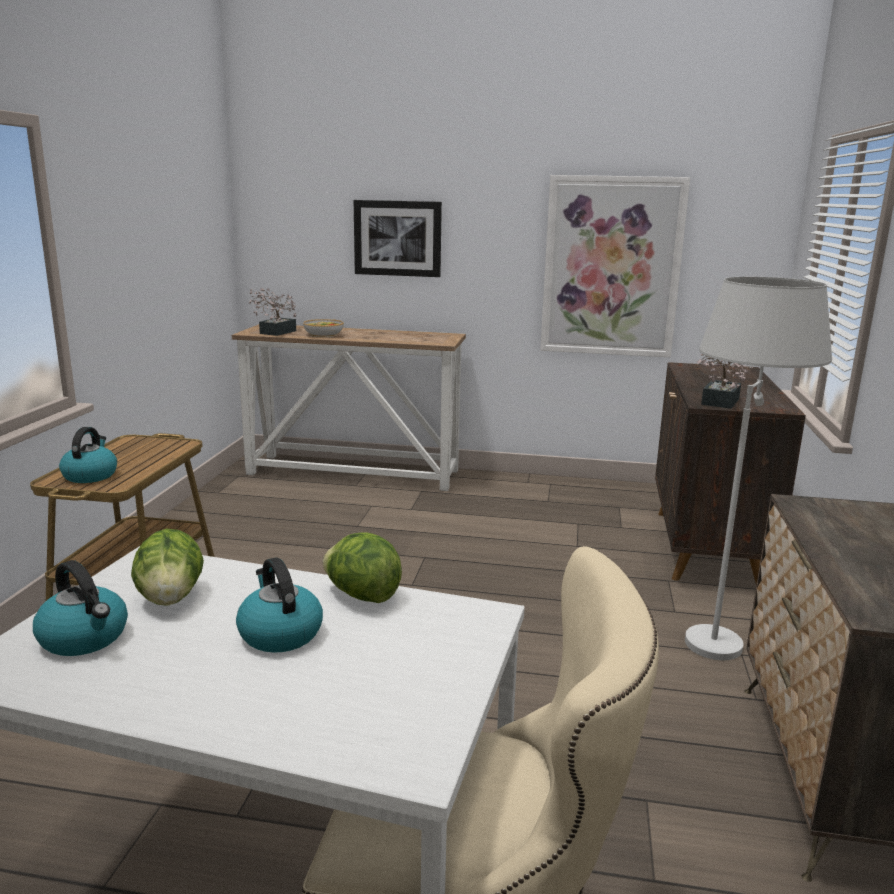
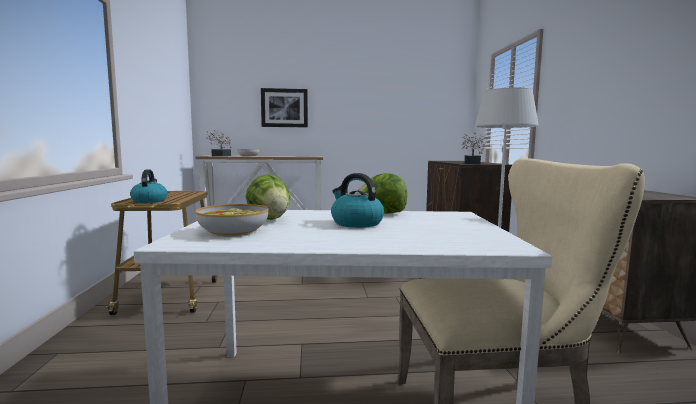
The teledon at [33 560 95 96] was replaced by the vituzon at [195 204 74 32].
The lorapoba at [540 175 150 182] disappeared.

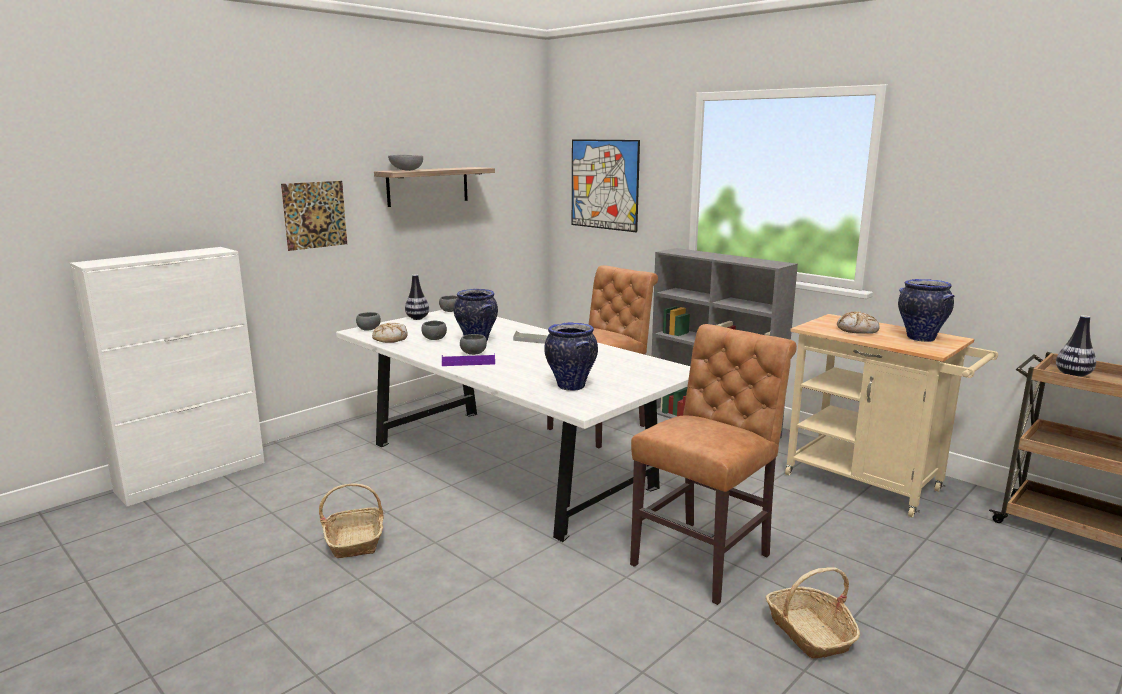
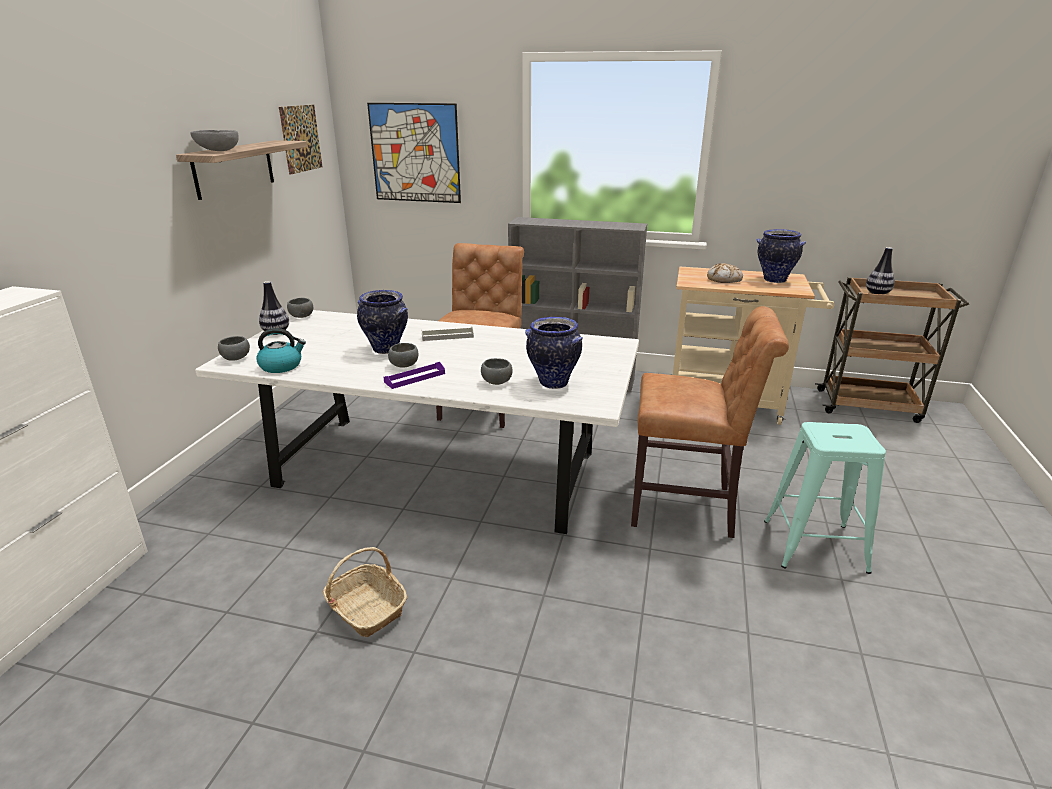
The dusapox at [372 323 35 20] was replaced by the teledon at [256 328 50 45].
The lorapoba moved from [281 181 66 70] to [279 105 44 70].
The grey_vituzon moved from [421 321 26 19] to [481 358 31 27].
The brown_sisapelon at [630 324 167 281] turned 90 degrees clockwise.
The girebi at [766 567 94 92] was replaced by the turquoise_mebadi at [764 422 122 152].

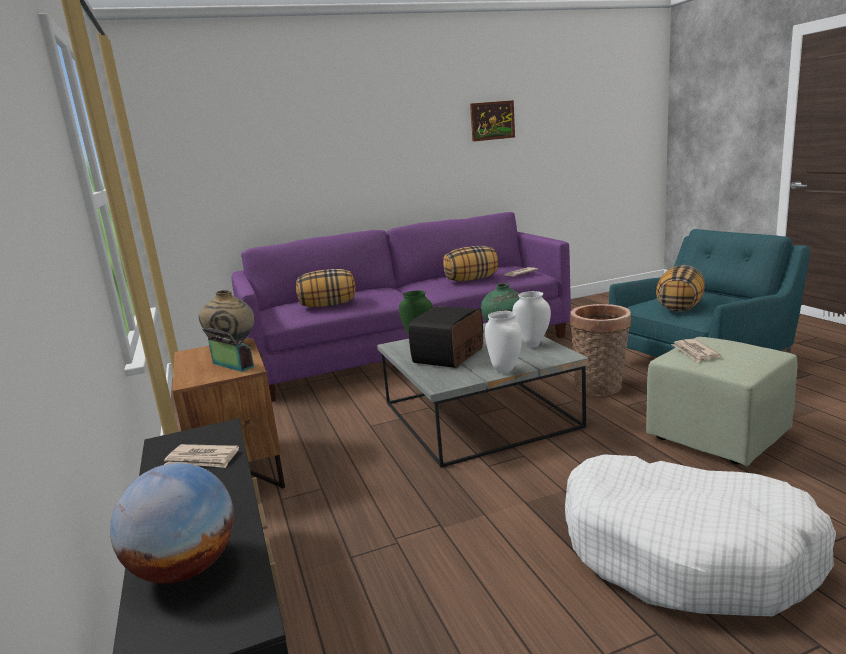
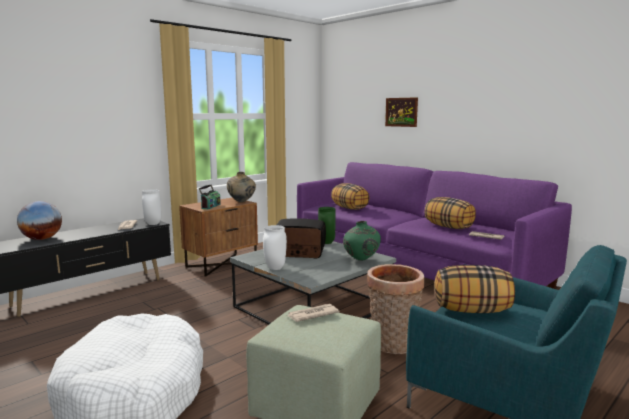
The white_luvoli moved from [513 291 38 57] to [142 189 19 36].
The lorapoba moved from [470 100 45 42] to [385 97 33 30].

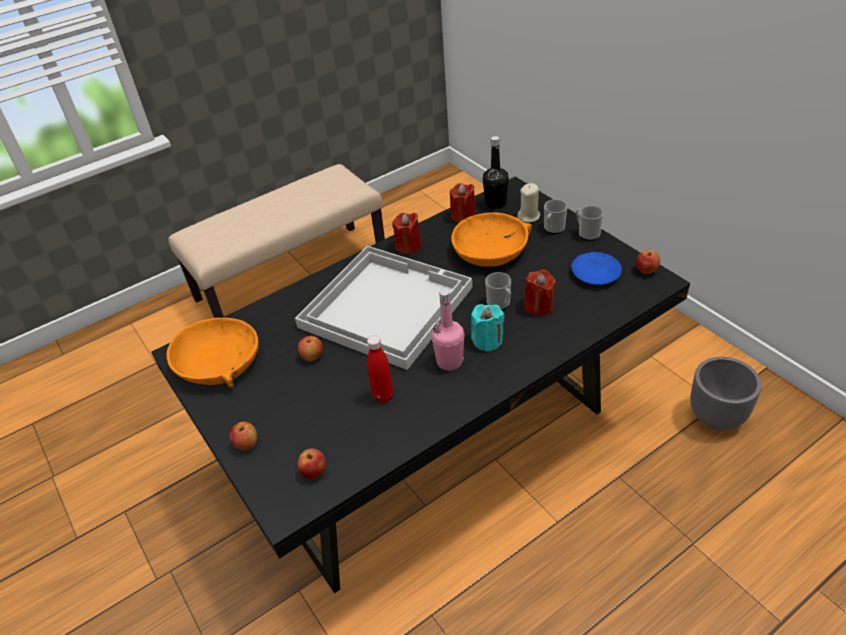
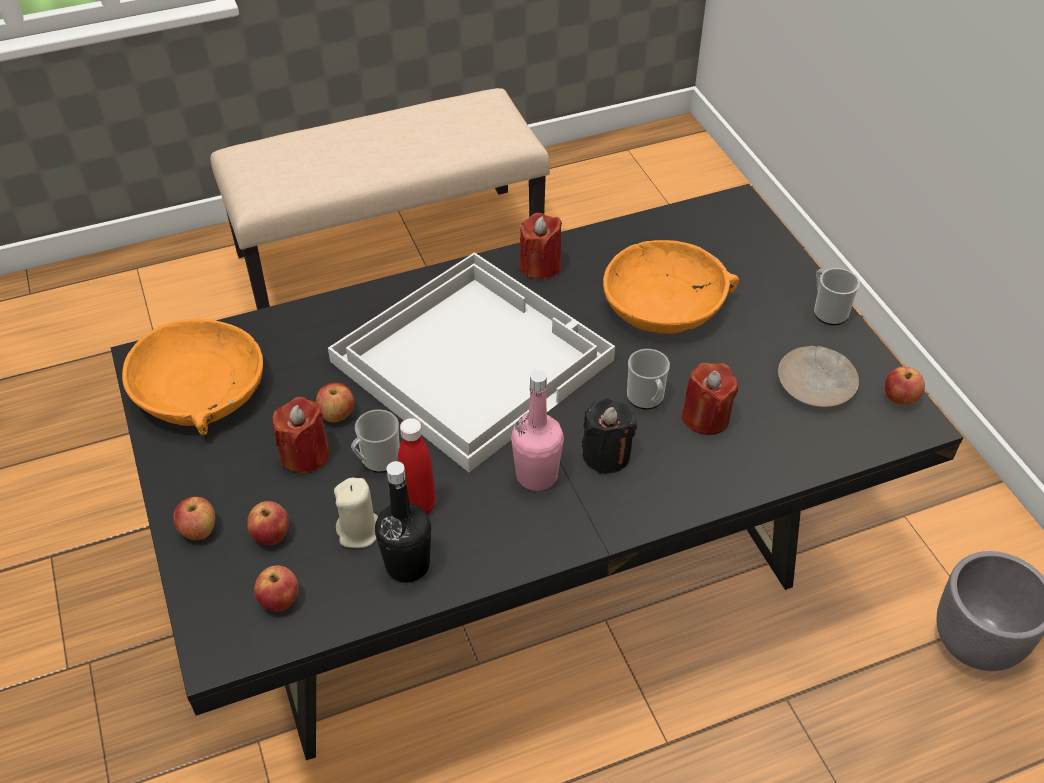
The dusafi at [247 501 42 44] appeared.
The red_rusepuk moved from [450 183 26 40] to [272 397 58 76].
The beige_rusepuk moved from [517 183 23 40] to [334 477 44 71].
The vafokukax moved from [544 199 24 35] to [351 409 49 64].
The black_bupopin moved from [483 136 26 73] to [375 461 56 122].
The turquoise_rusepuk at [471 304 34 48] became the black_rusepuk at [582 398 55 76].
The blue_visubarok at [572 252 50 33] became the beige_visubarok at [778 346 81 61].

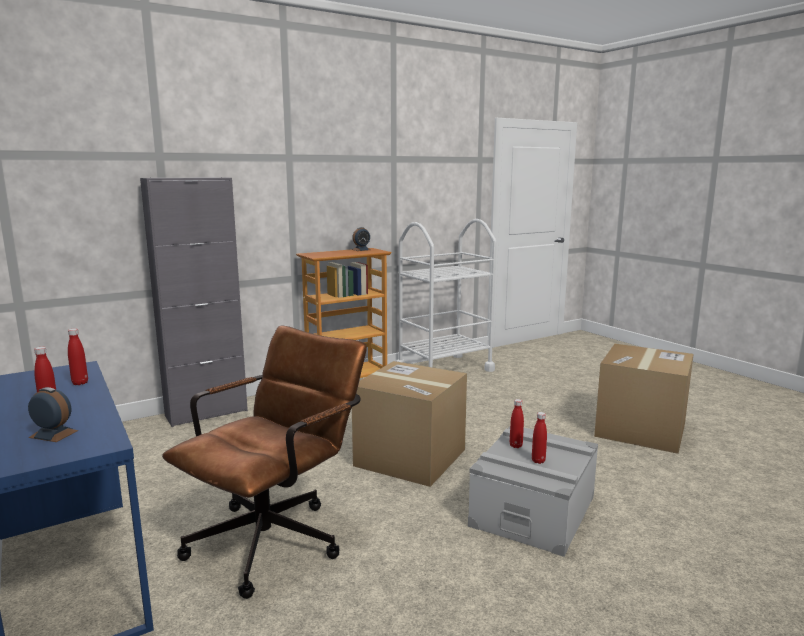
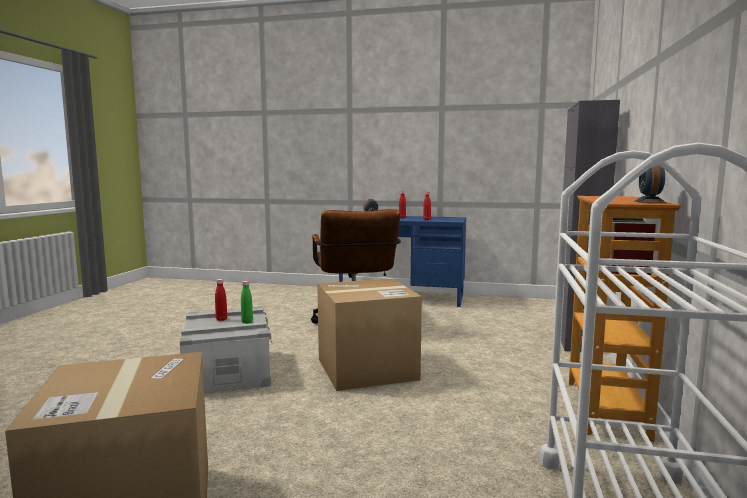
The red_bupopin at [510 399 14 49] became the green_bupopin at [241 281 12 43].

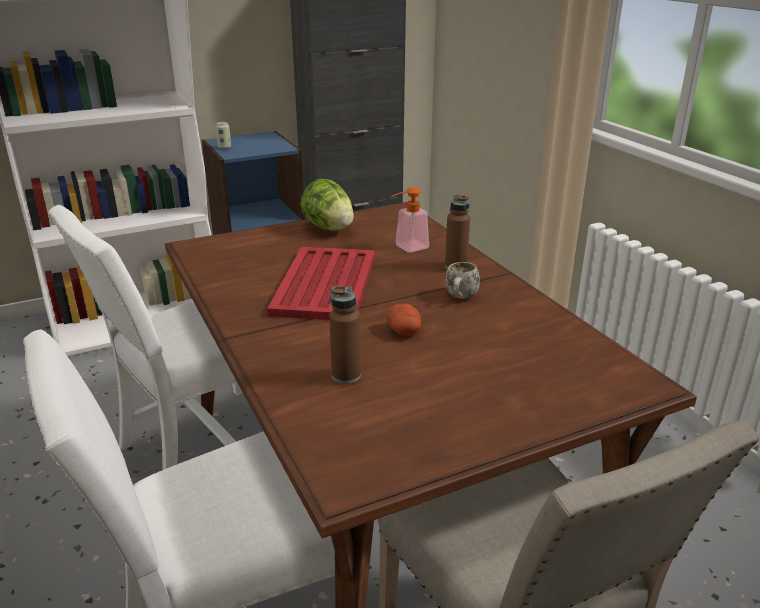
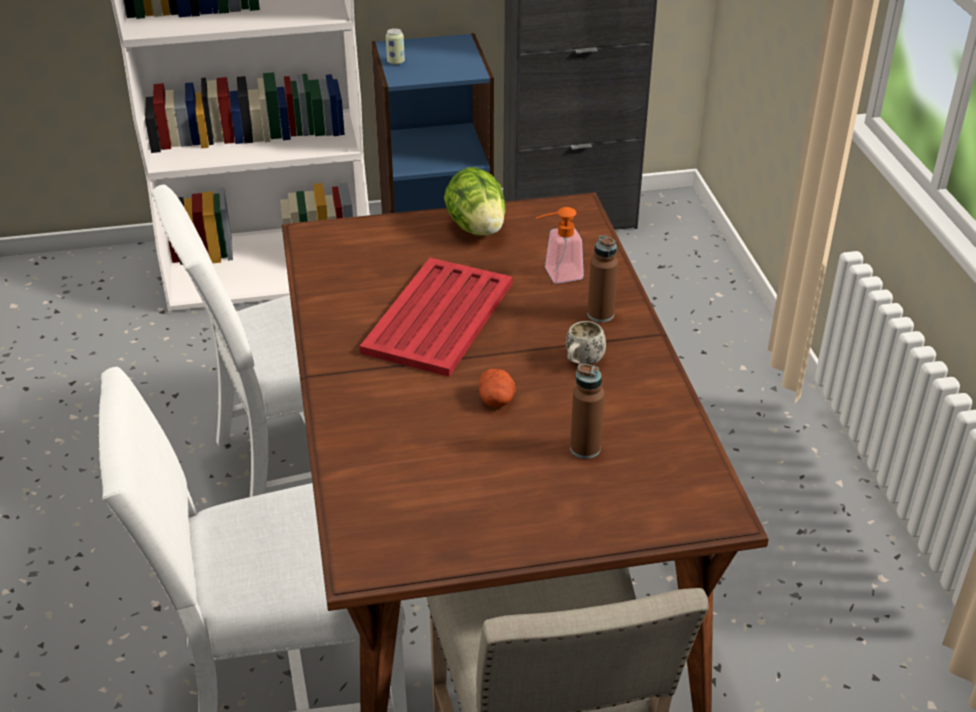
The brown_bupopin moved from [329 286 32 98] to [570 363 35 96].

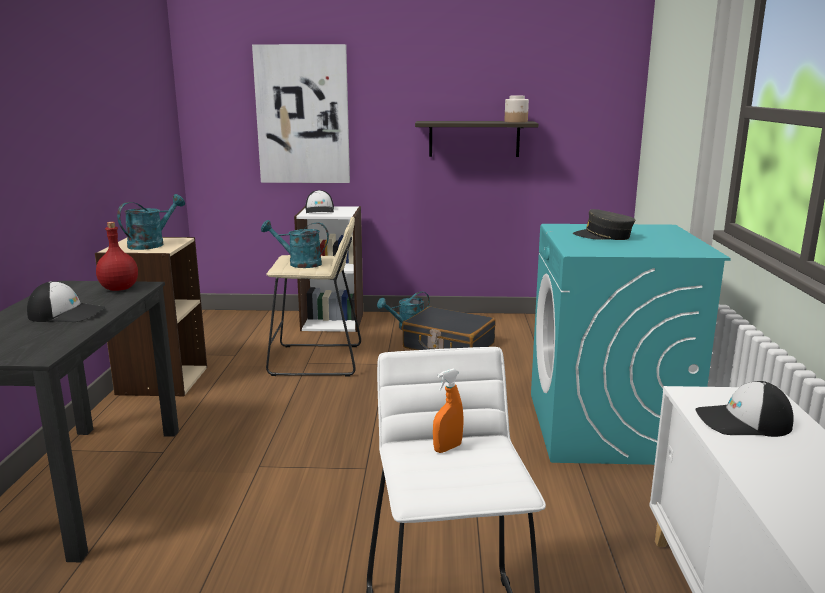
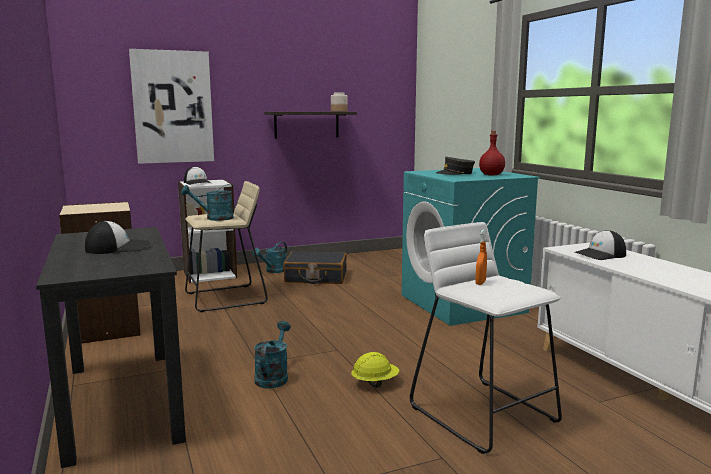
The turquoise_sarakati moved from [117 194 68 56] to [254 321 37 68].
The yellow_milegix at [351 352 48 36] appeared.
The red_bupopin moved from [96 222 42 69] to [479 131 26 45].

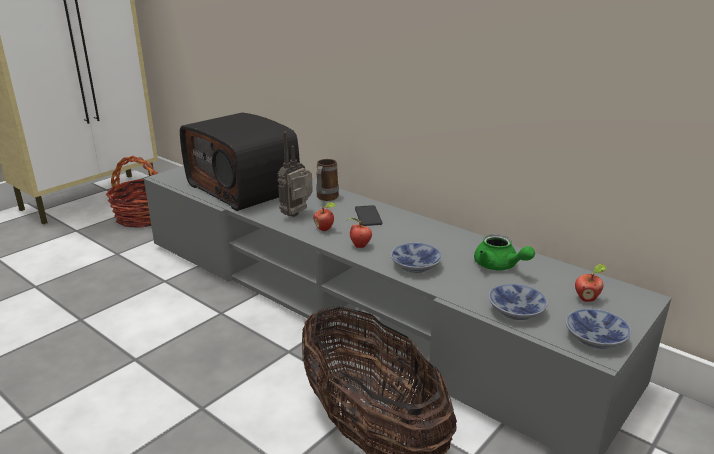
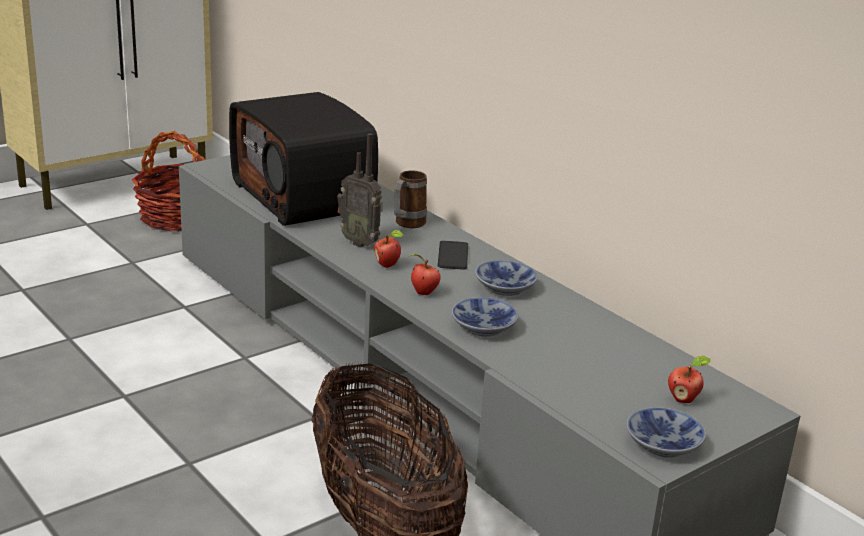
The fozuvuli at [278 132 35 85] turned 105 degrees counterclockwise.
The vituzon moved from [488 284 60 36] to [475 260 62 36].
The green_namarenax at [474 234 61 37] disappeared.

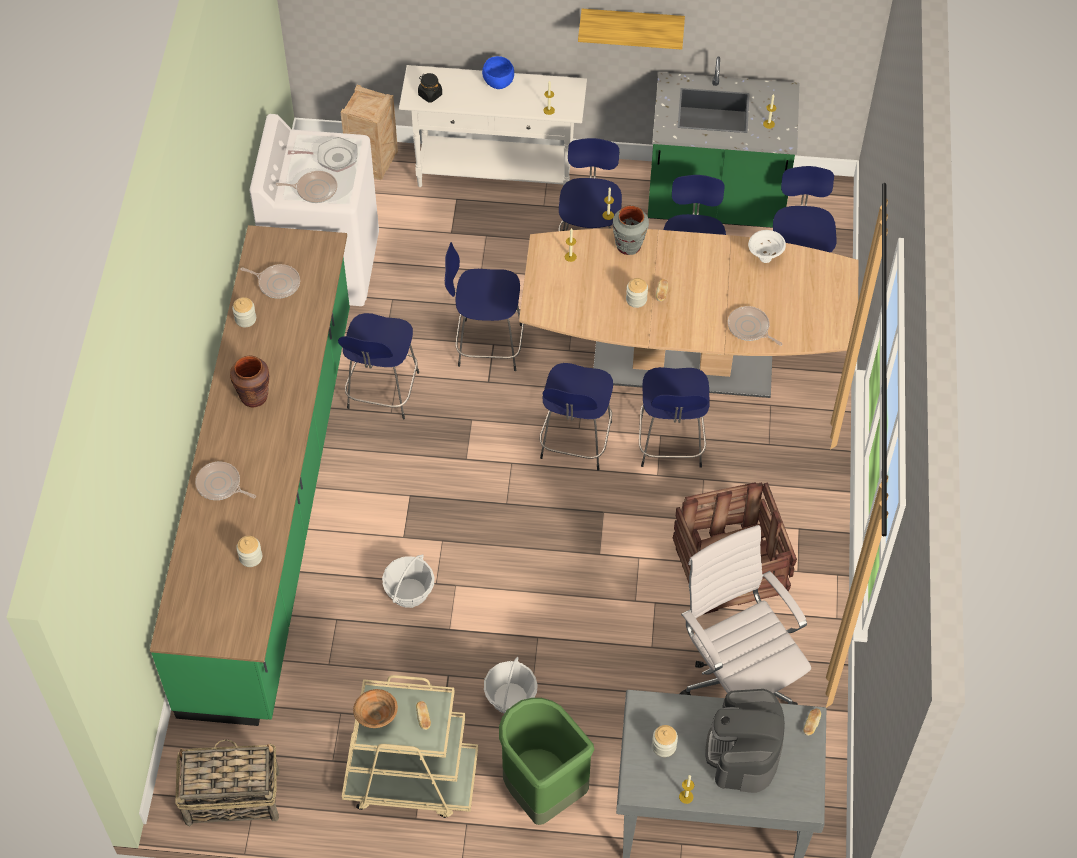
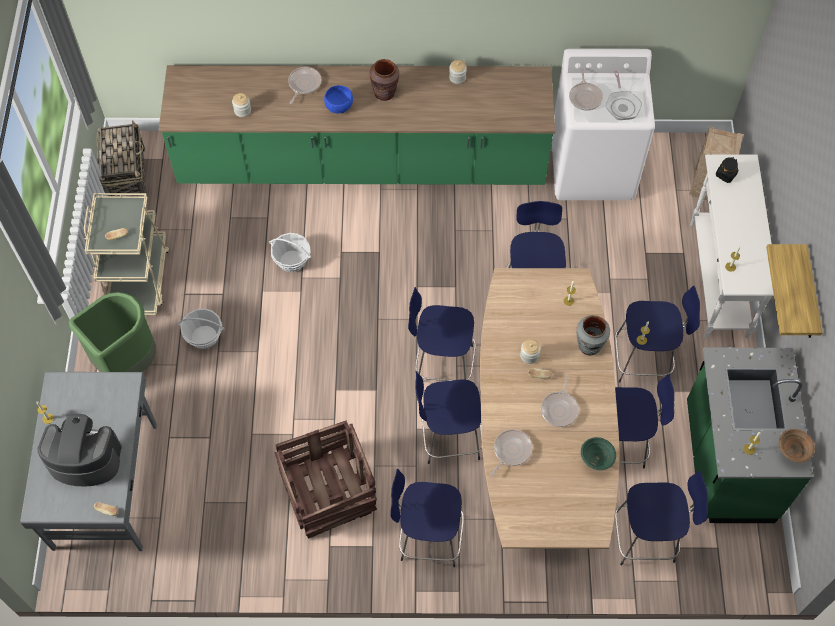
The blue_vituzon moved from [482 56 32 33] to [324 85 29 28].
The blue_mebadi moved from [338 313 81 106] to [390 469 74 98].
The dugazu moved from [240 264 60 35] to [541 375 38 52].
The white_vituzon at [748 230 38 33] became the green_vituzon at [581 437 35 33].
The brown_vituzon moved from [353 689 45 39] to [779 429 36 34].
The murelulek at [652 725 26 32] disappeared.
The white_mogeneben at [680 525 131 180] disappeared.

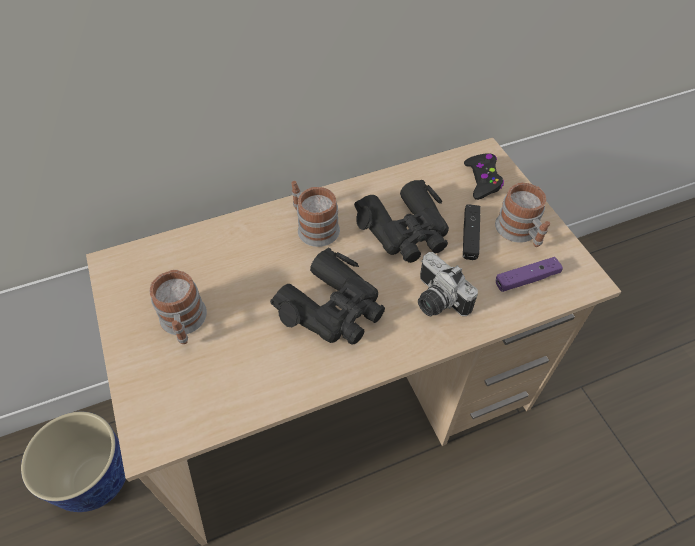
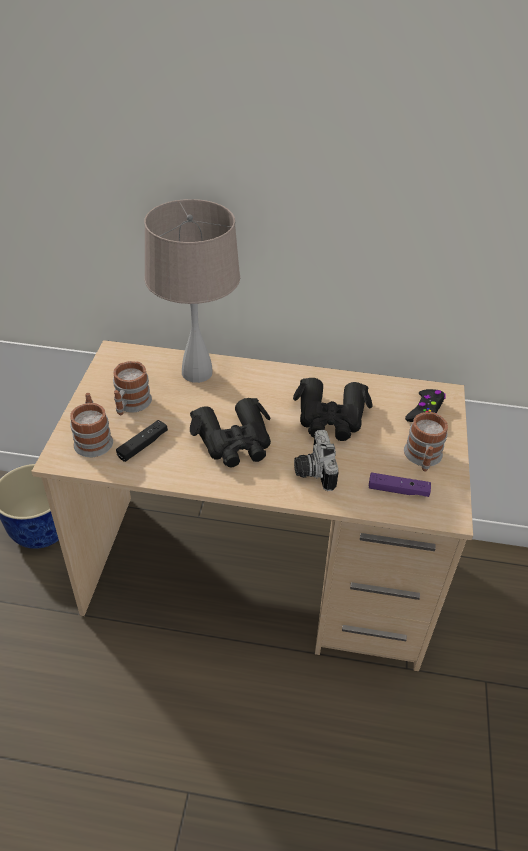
The vafokukax moved from [292 181 48 66] to [70 393 43 64].
The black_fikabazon moved from [463 204 18 56] to [116 420 52 42].
The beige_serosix at [144 199 96 184] appeared.

